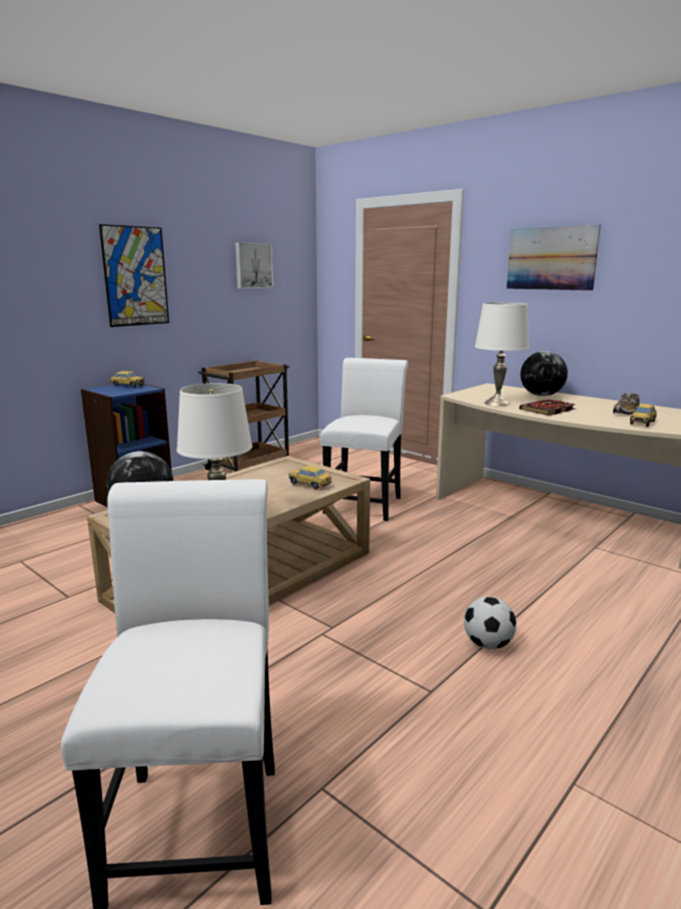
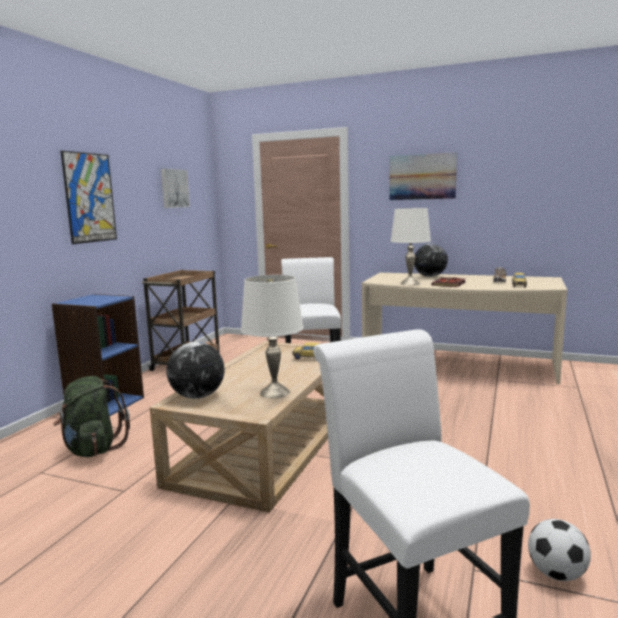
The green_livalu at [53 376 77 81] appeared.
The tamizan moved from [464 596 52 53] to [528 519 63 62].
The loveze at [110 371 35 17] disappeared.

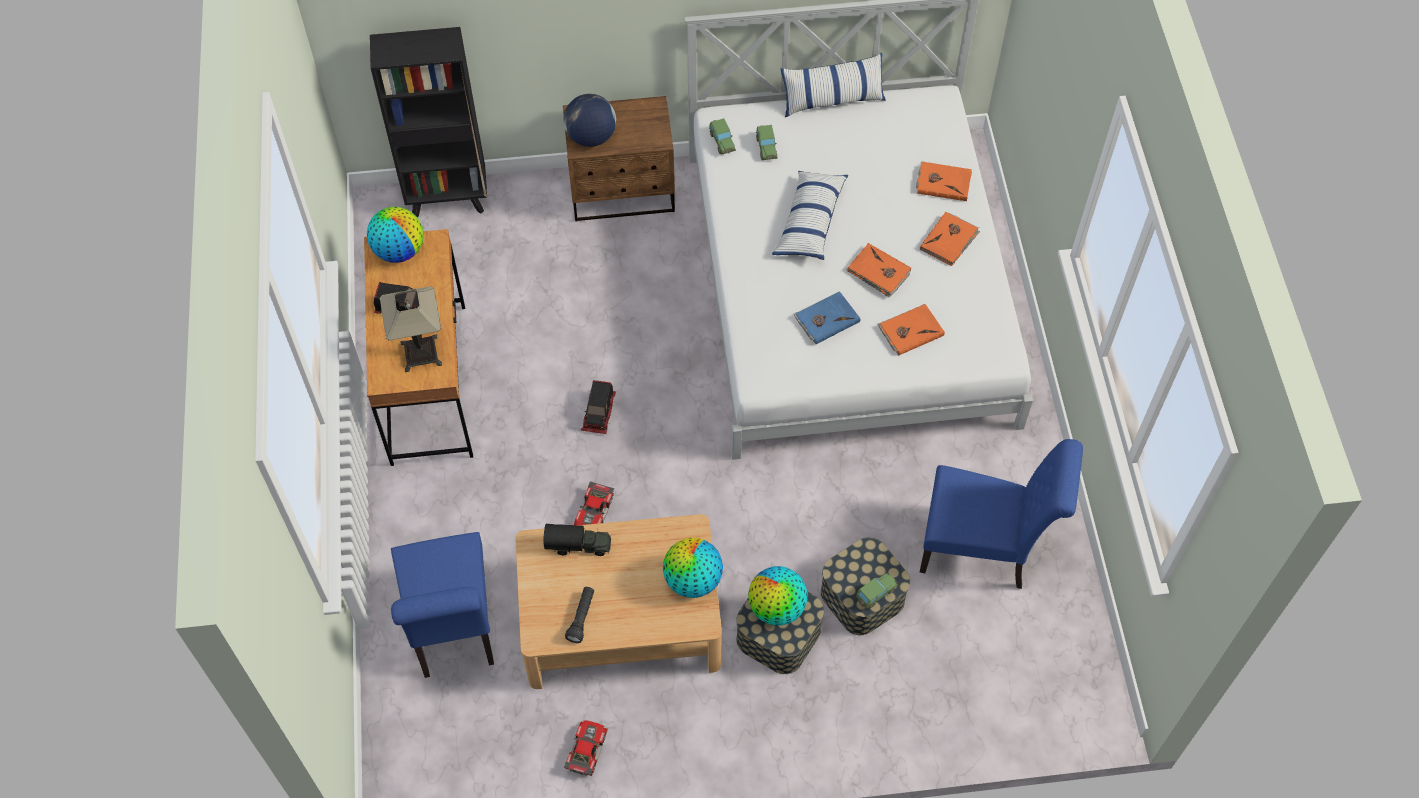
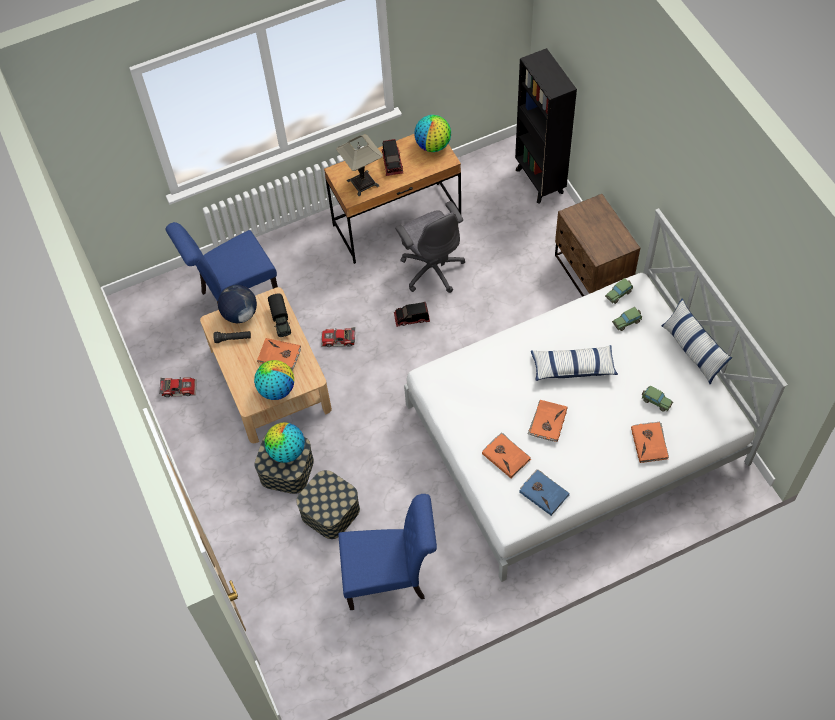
The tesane moved from [563 94 53 53] to [218 285 39 38].
The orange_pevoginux moved from [920 212 60 54] to [257 338 44 33].
The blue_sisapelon at [920 439 163 150] turned 90 degrees counterclockwise.
The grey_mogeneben at [395 201 70 92] appeared.
The blue_pevoginux moved from [793 291 67 53] to [519 469 51 47].
The loveze moved from [856 573 42 36] to [642 386 31 26].

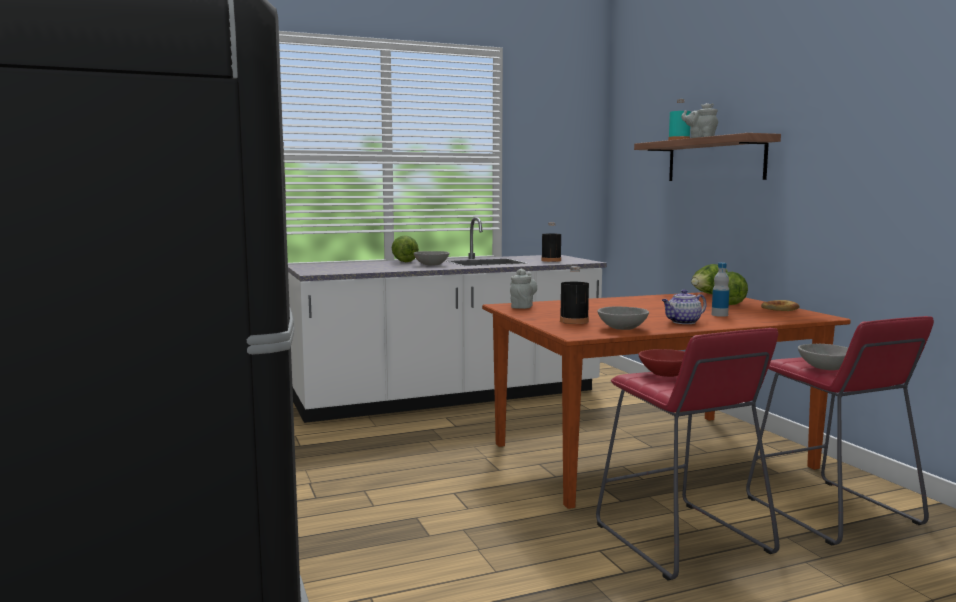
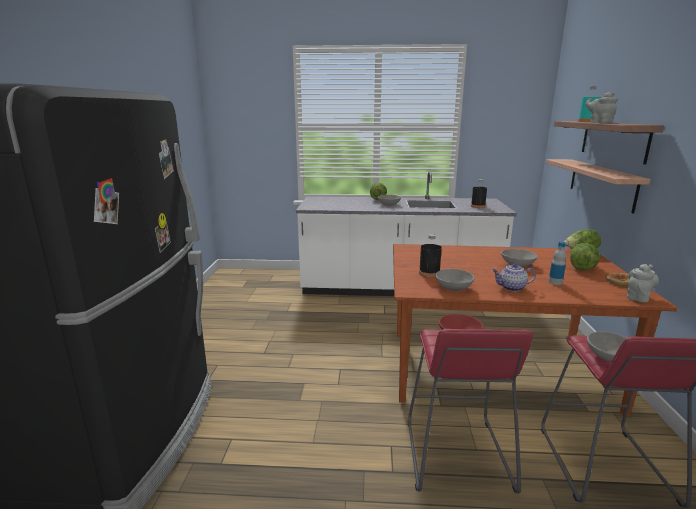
The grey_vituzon at [501 249 37 18] appeared.
The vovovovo at [546 159 105 55] appeared.
The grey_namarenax moved from [510 269 27 40] to [627 264 32 38].

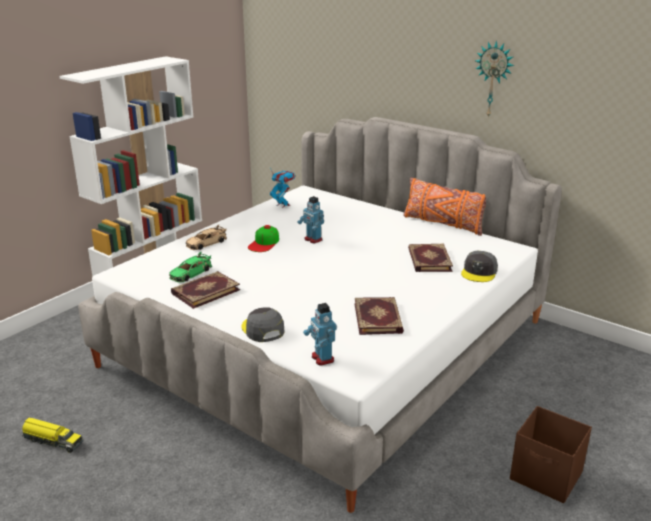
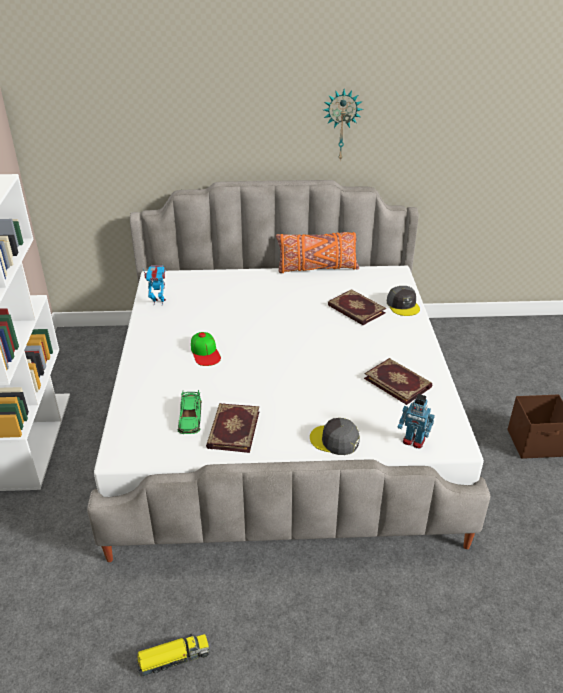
The beige_loveze at [186 225 41 25] disappeared.
The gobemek at [298 196 26 48] disappeared.

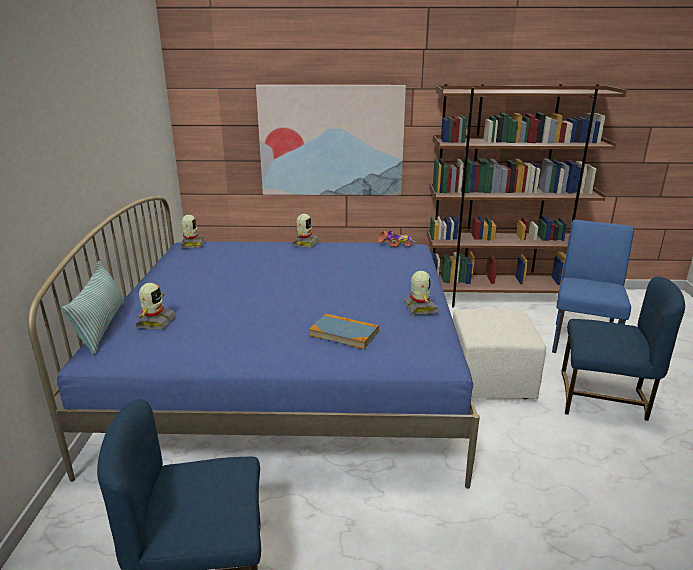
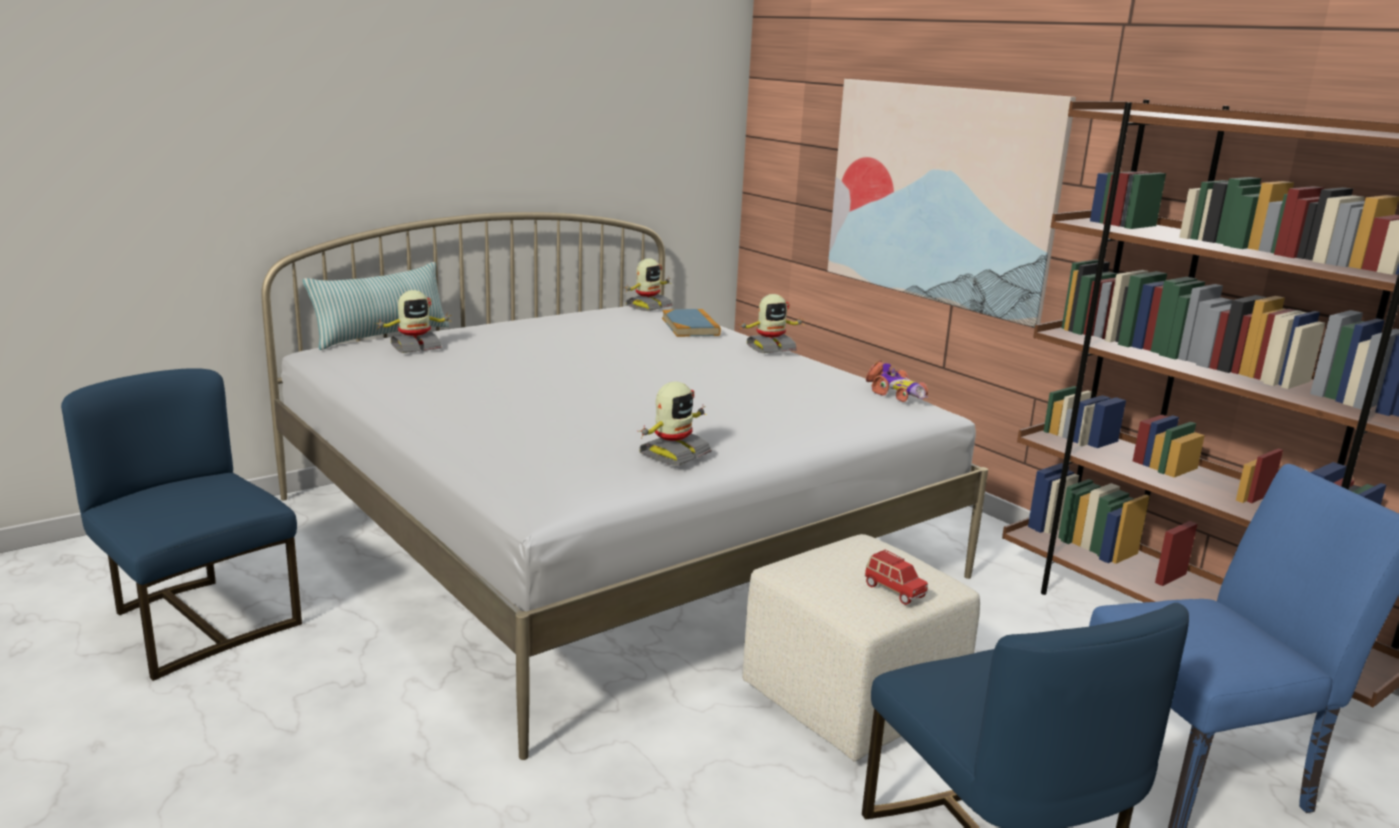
The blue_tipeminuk at [27 196 453 293] became the white_tipeminuk at [261 212 727 548].
The pevoginux moved from [309 314 70 35] to [662 309 59 28].
The red_loveze at [865 550 63 55] appeared.

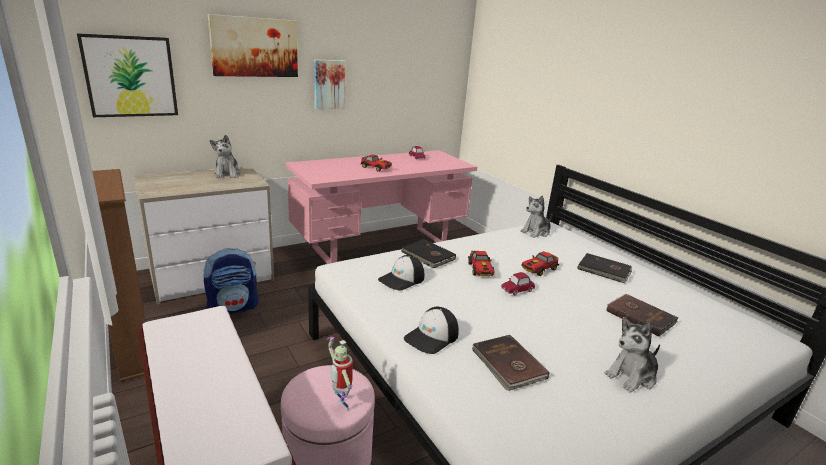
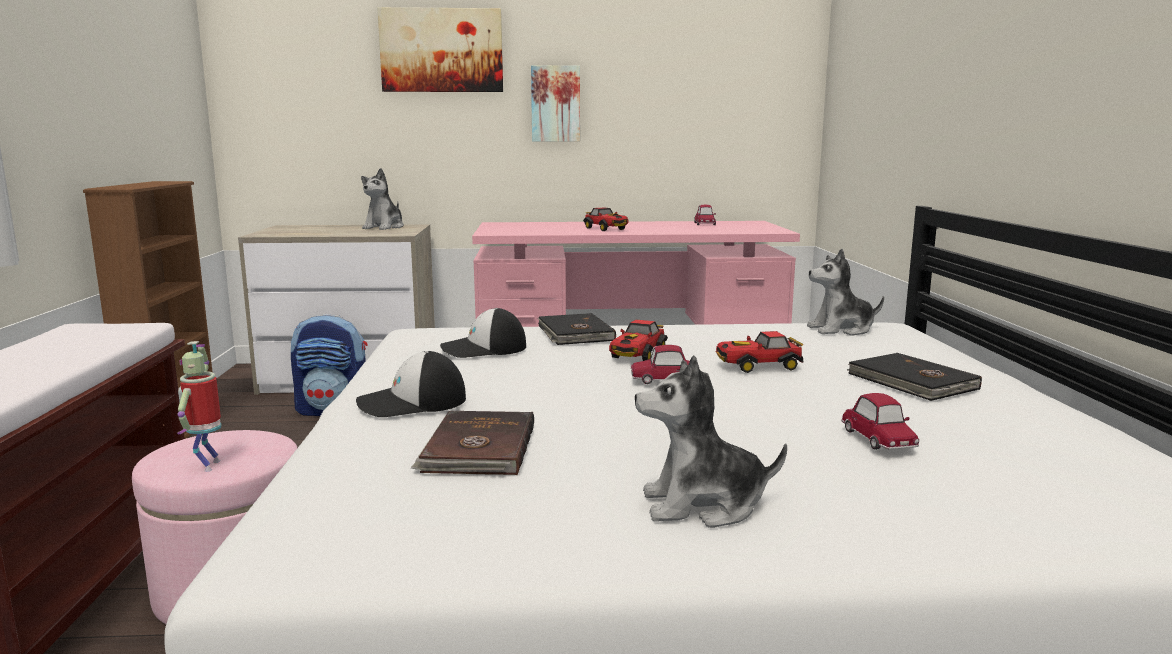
The brown_pevoginux at [606 294 72 43] was replaced by the loveze at [841 393 78 57].
The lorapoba at [77 33 101 84] disappeared.

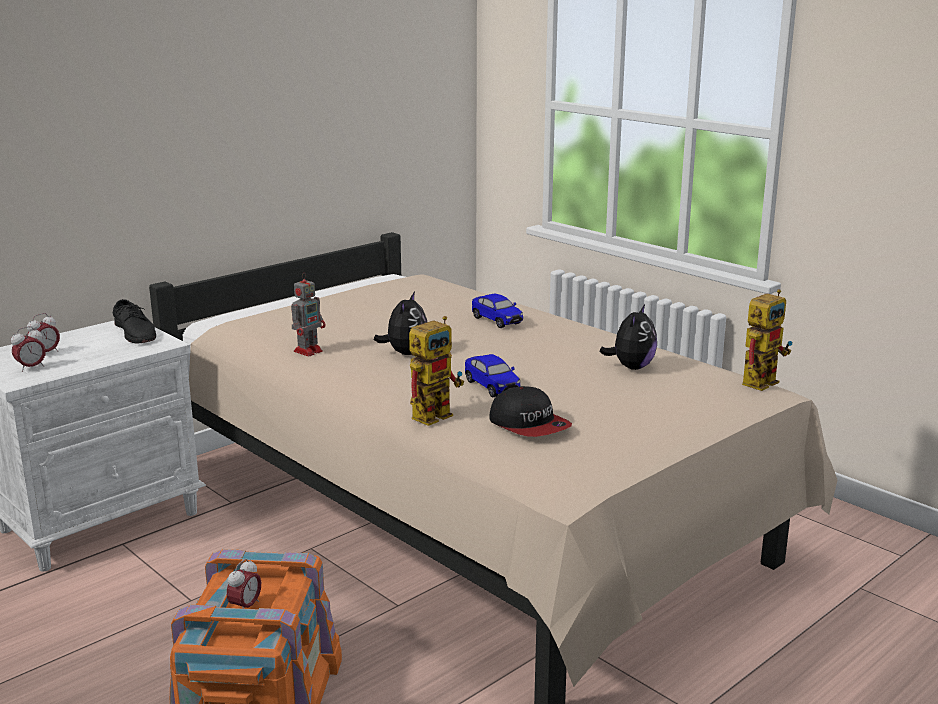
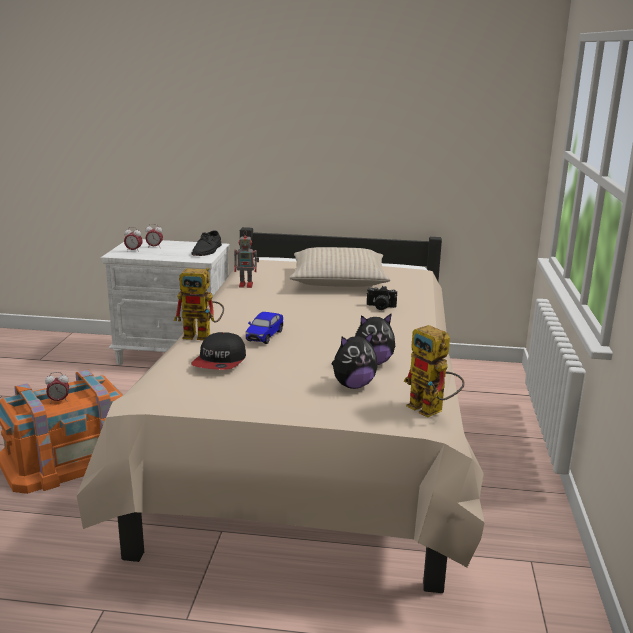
The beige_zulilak at [289 247 102 40] appeared.
The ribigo moved from [374 291 53 64] to [332 332 46 57].
The loveze at [472 294 51 34] was replaced by the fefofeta at [366 286 31 24].
The gobemek at [742 289 50 102] turned 45 degrees clockwise.

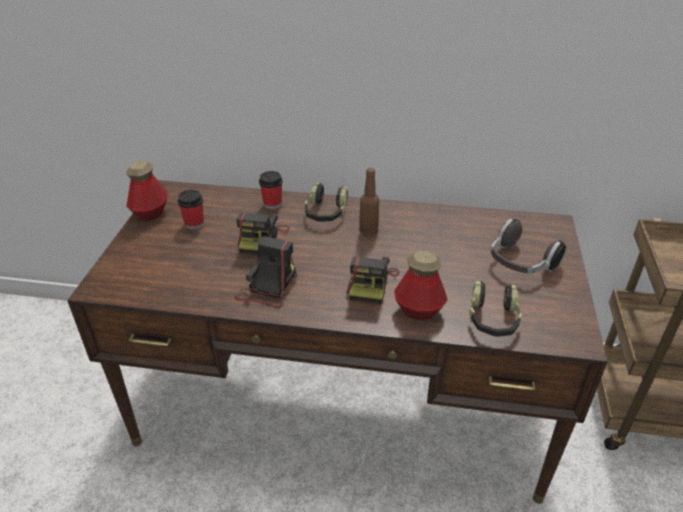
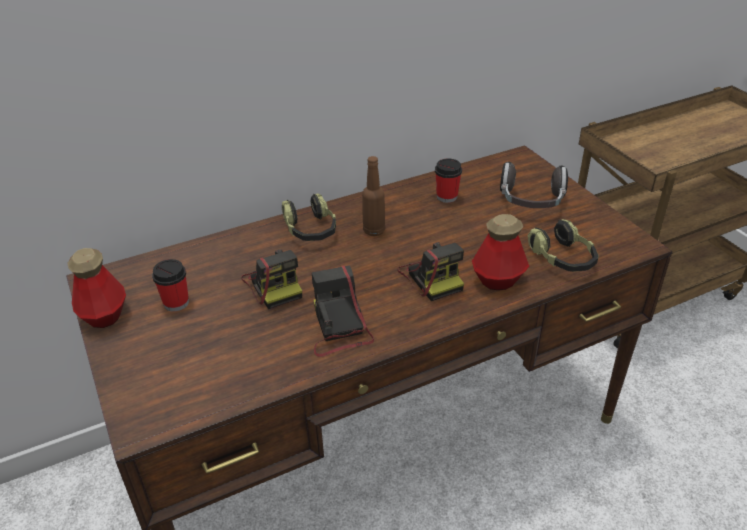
The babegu moved from [259 171 24 38] to [435 158 27 45].

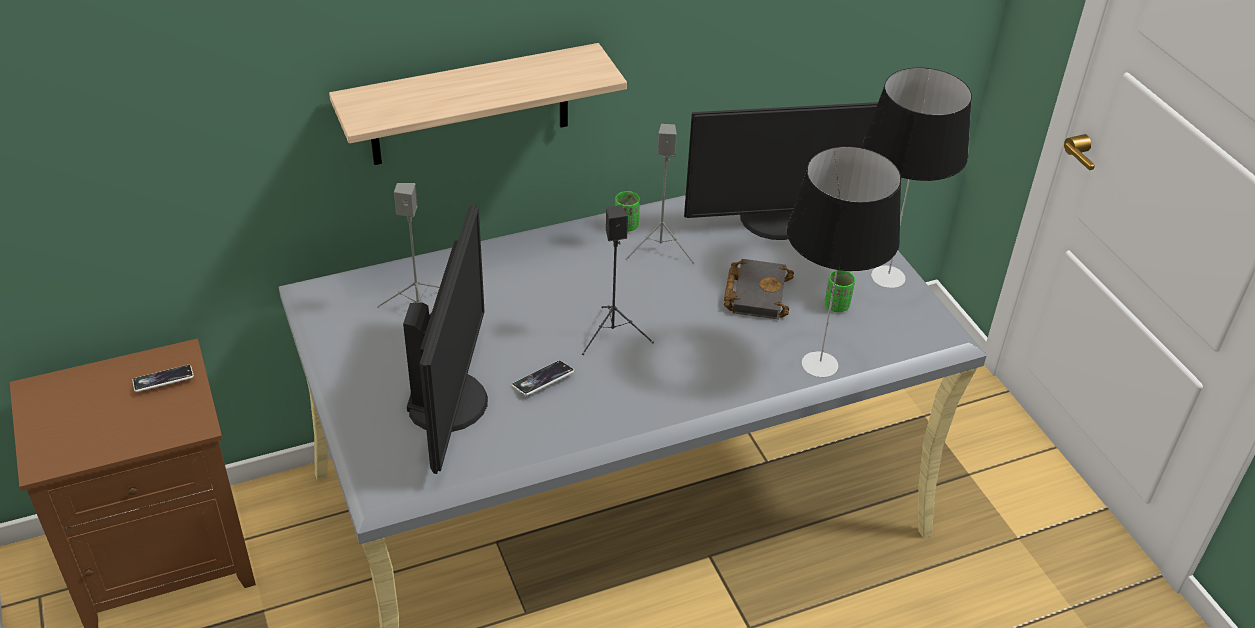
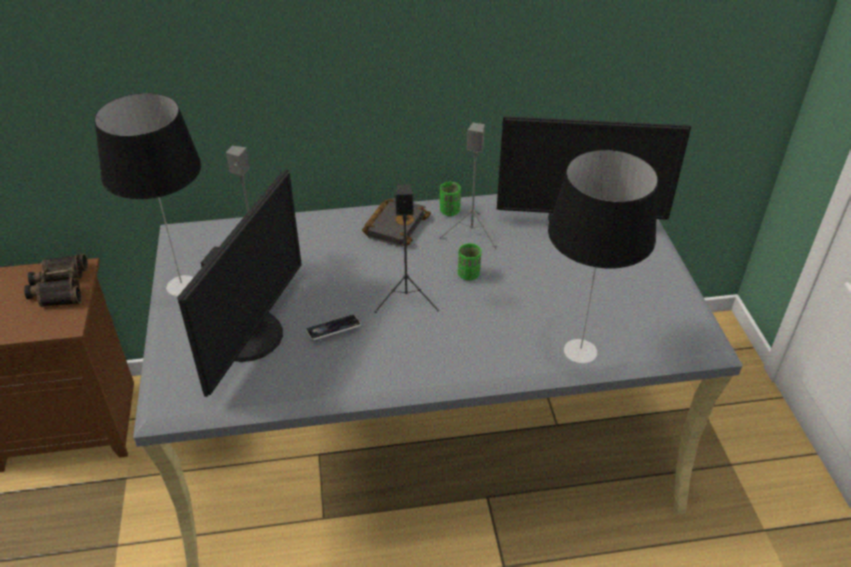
The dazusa at [132 365 62 27] was replaced by the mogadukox at [24 253 64 54].
The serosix moved from [863 68 109 220] to [94 93 107 203].
The black_pevoginux moved from [724 259 70 60] to [362 198 69 49].
The green_babegu moved from [825 270 30 42] to [458 243 23 37].
The vovovovo at [329 43 298 122] disappeared.

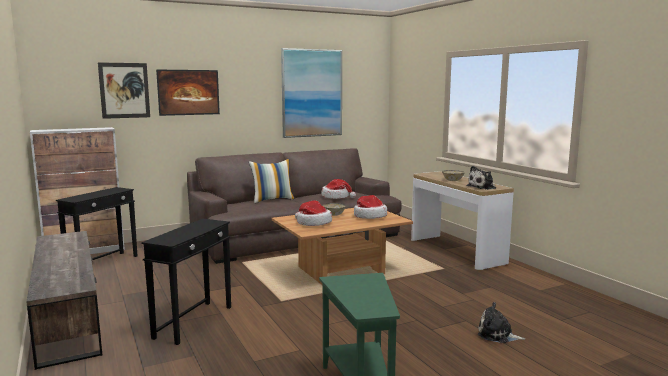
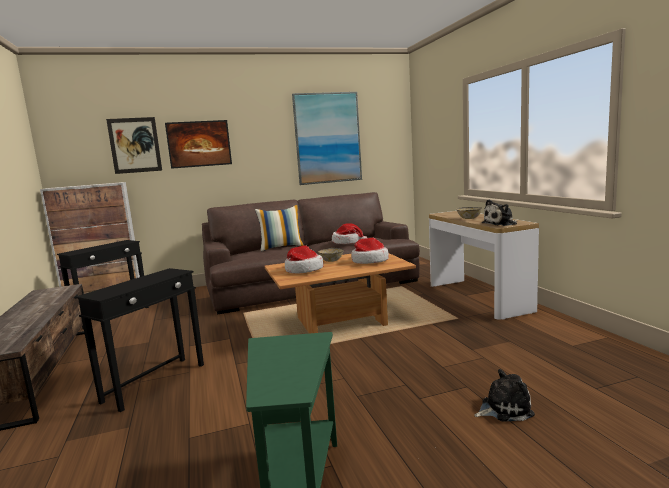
The ribigo at [478 302 47 41] turned 135 degrees clockwise.

